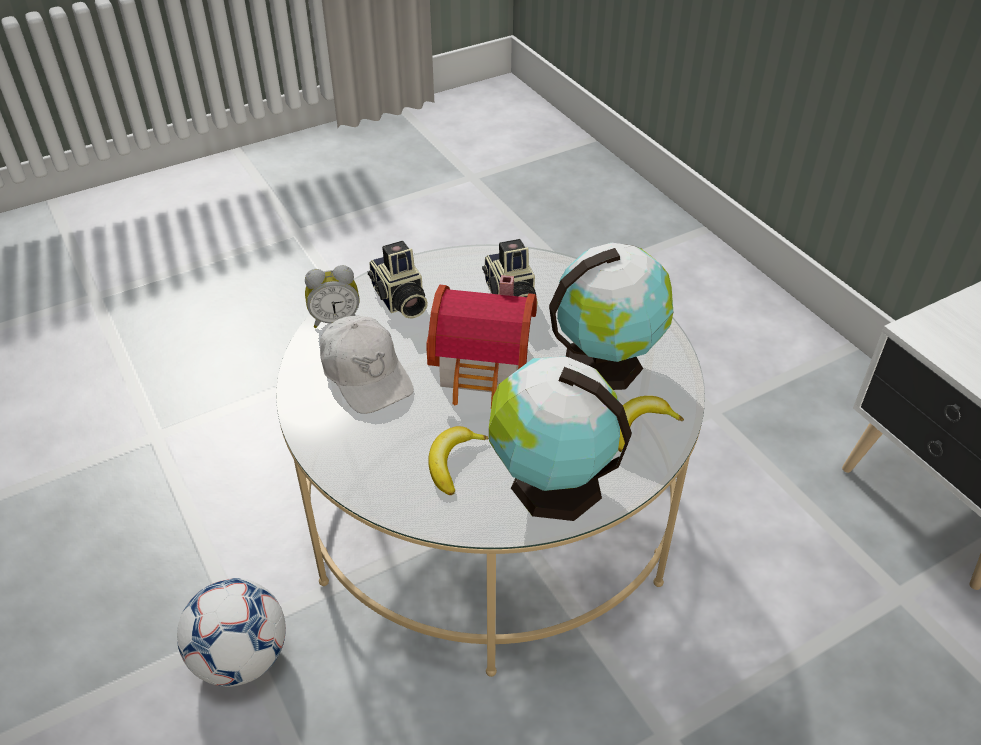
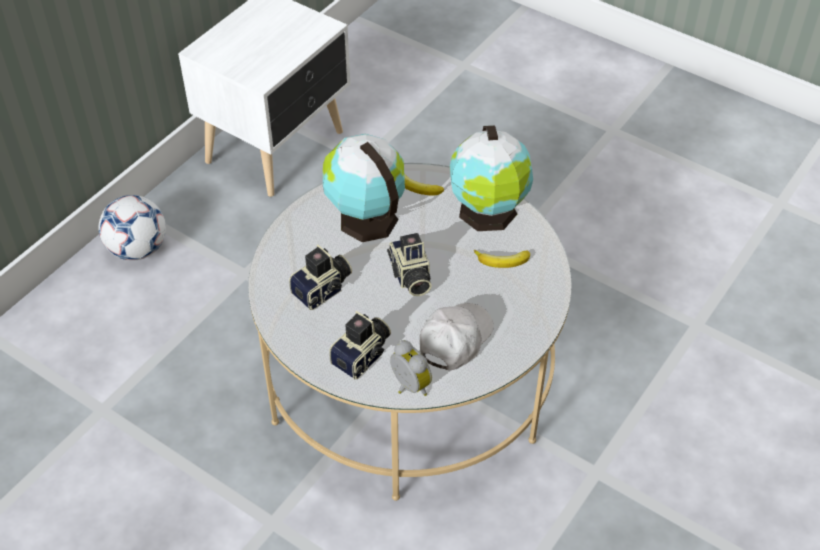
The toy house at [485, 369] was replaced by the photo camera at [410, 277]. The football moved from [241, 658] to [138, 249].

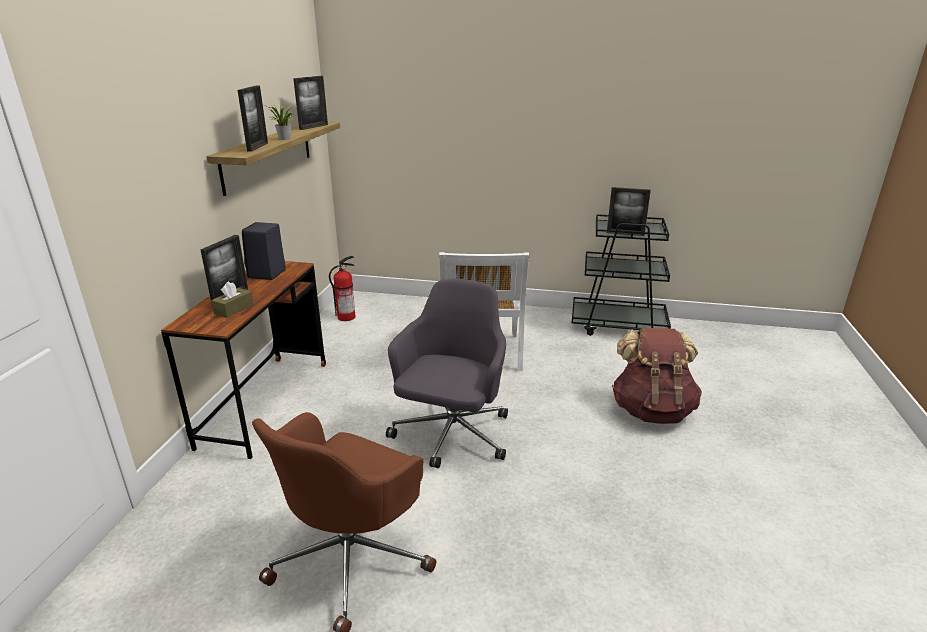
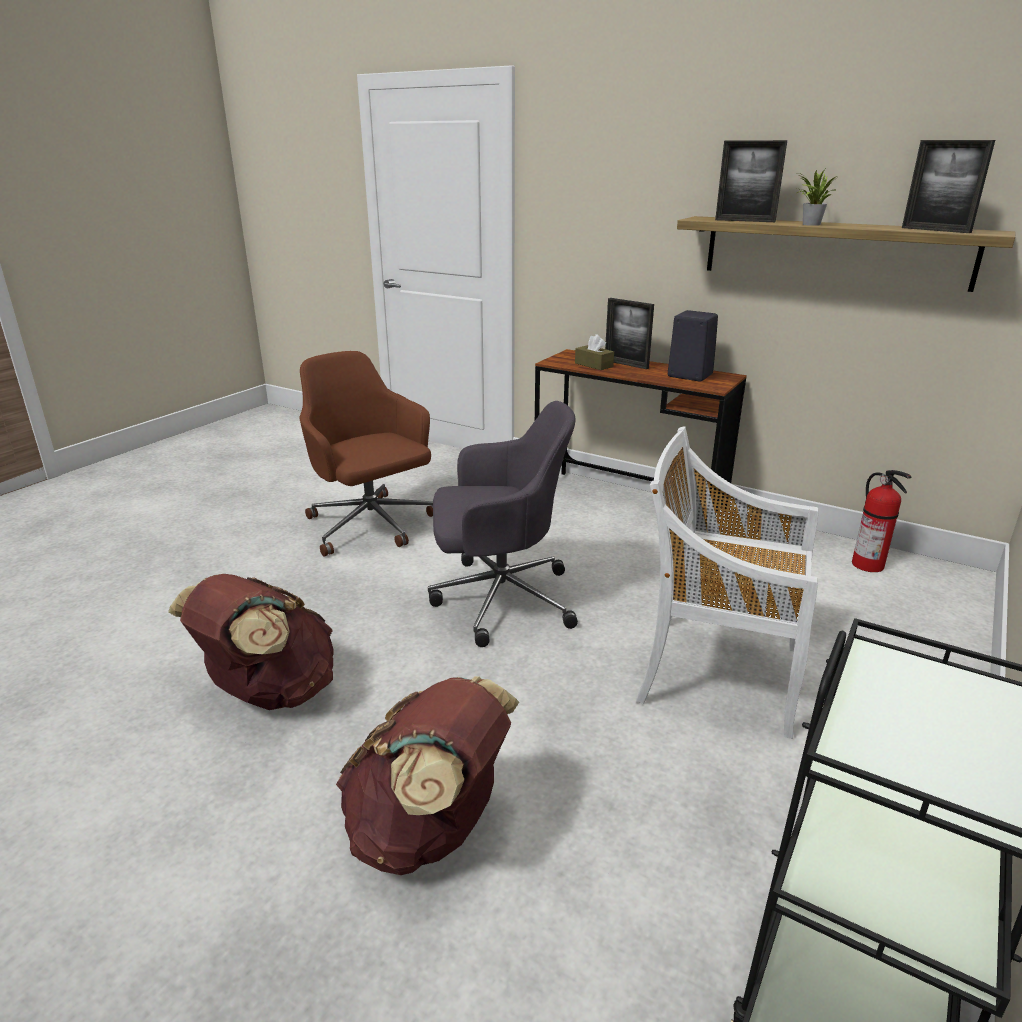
The picture frame at [625, 233] disappeared. The office chair (grey) at [451, 435] turned 45 degrees counterclockwise. The backpack (brown) at [270, 693] appeared.

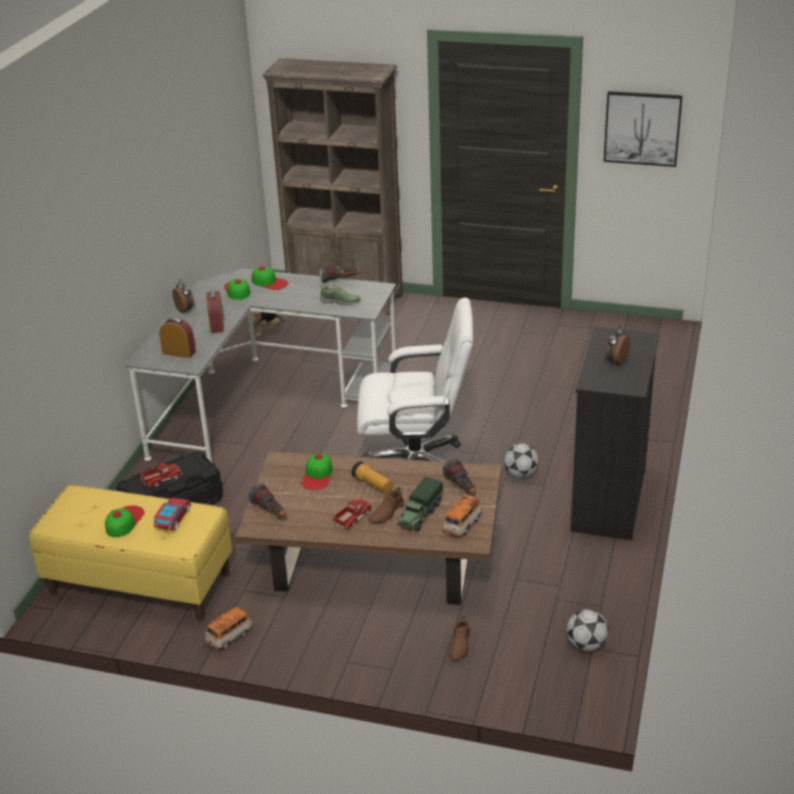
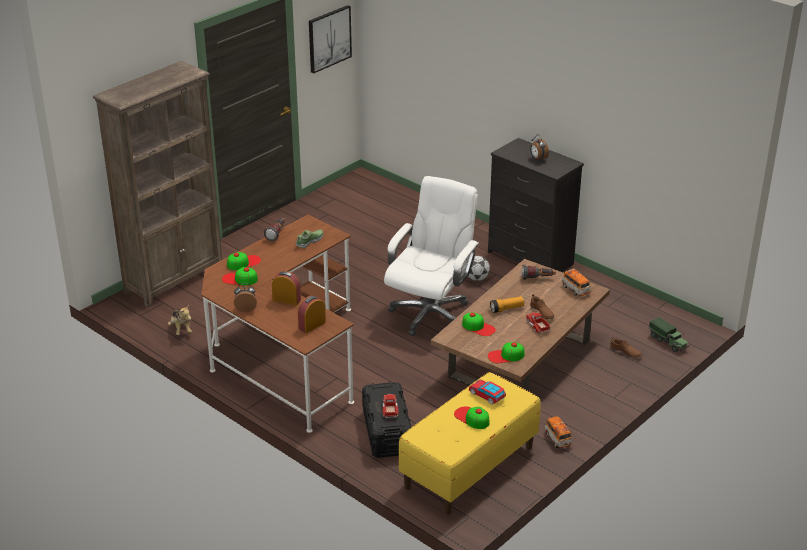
The desk (grey) at [263, 400] became the desk (brown) at [283, 355]. The toy truck moved from [420, 515] to [668, 342]. The flashlight at [271, 512] was replaced by the cap at [506, 356]. The football at [586, 645] disappeared.

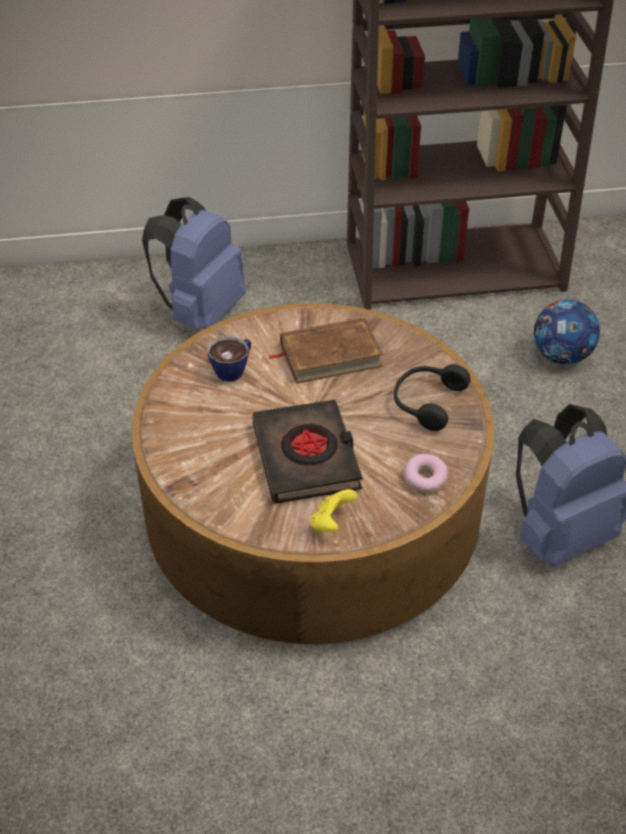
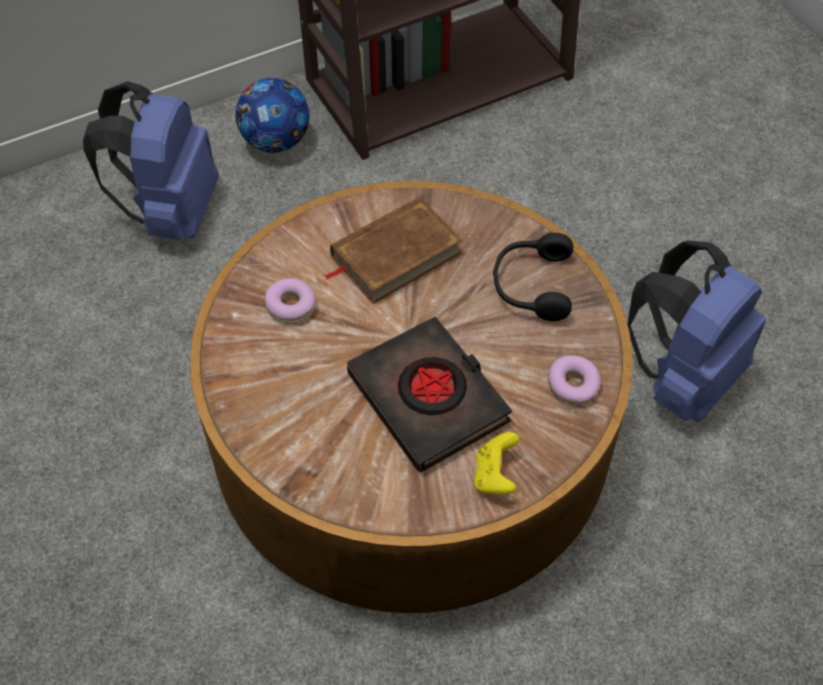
The football moved from [561, 355] to [276, 141]. The cup at [234, 369] was replaced by the donut at [291, 306].

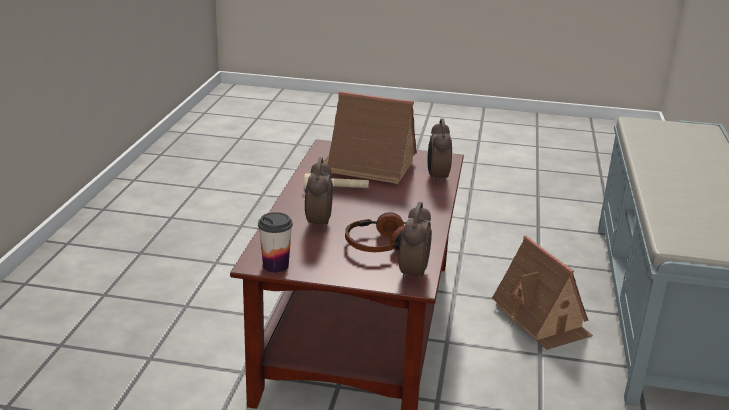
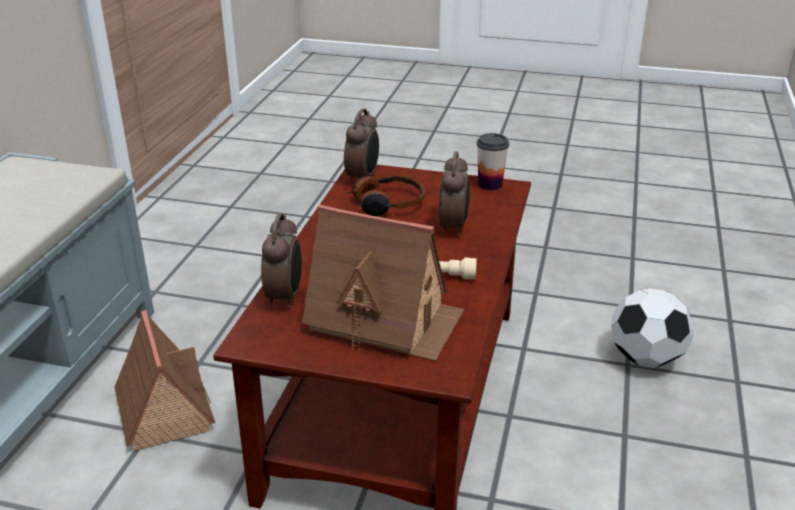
The football at [645, 358] appeared.

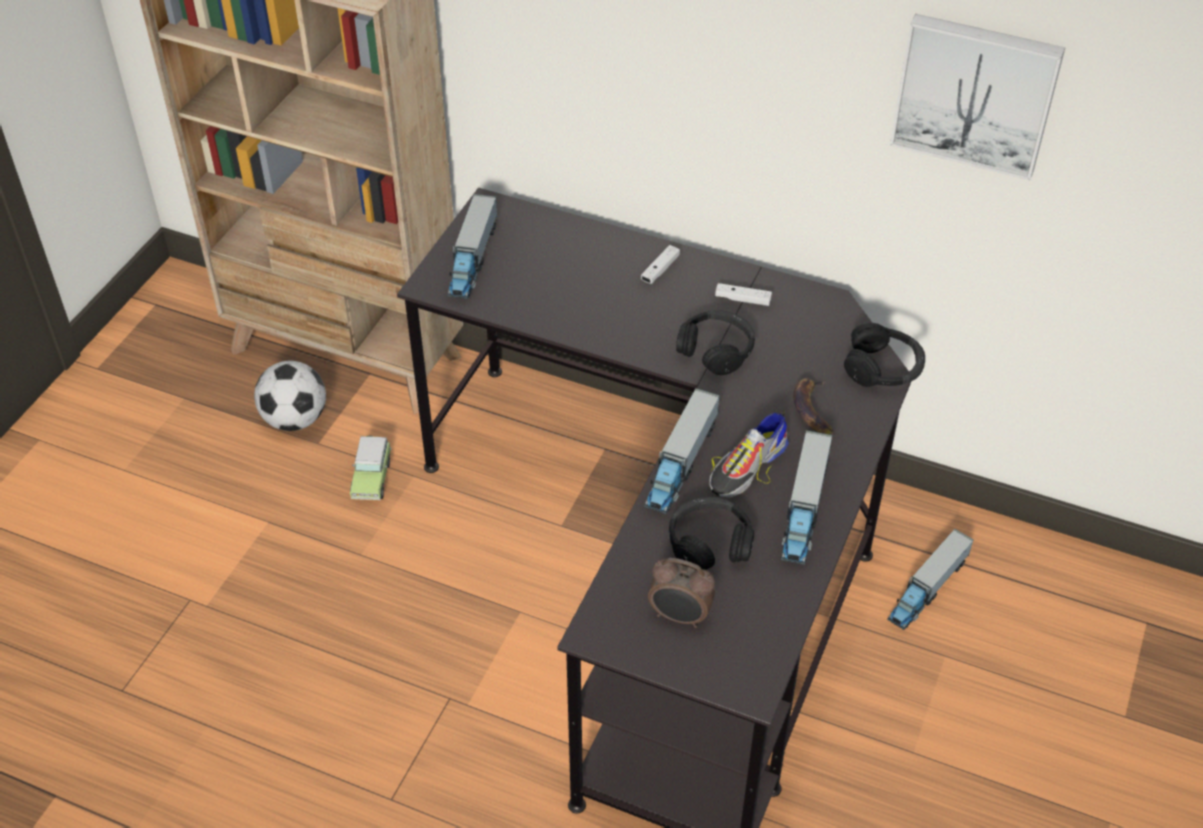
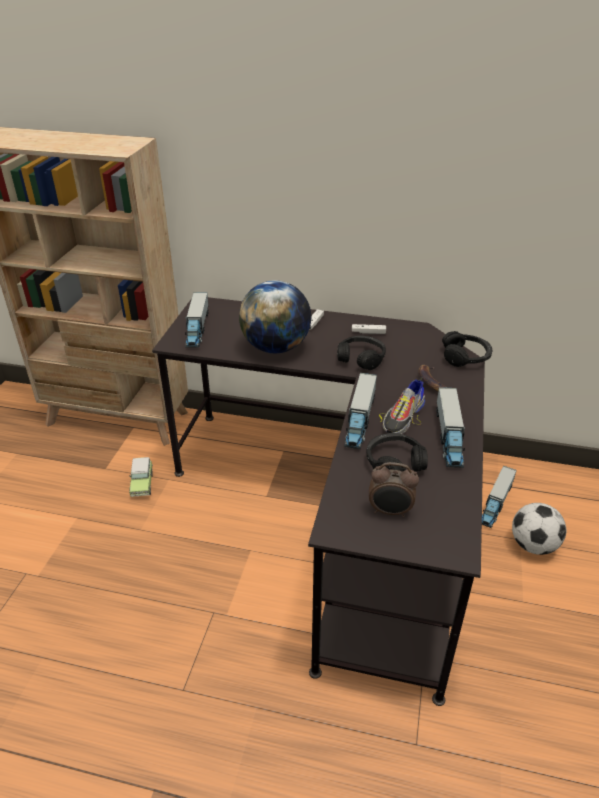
The picture at [976, 93] disappeared. The football moved from [295, 419] to [533, 545]. The globe at [276, 347] appeared.

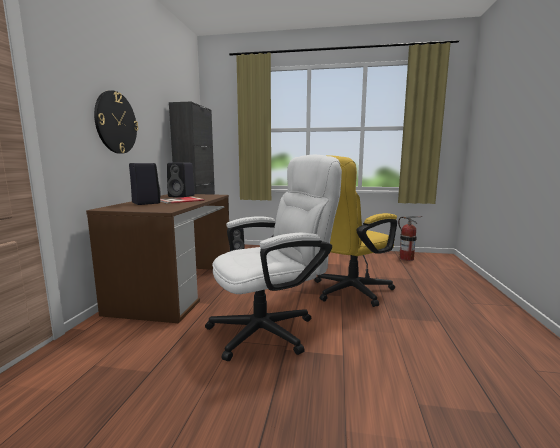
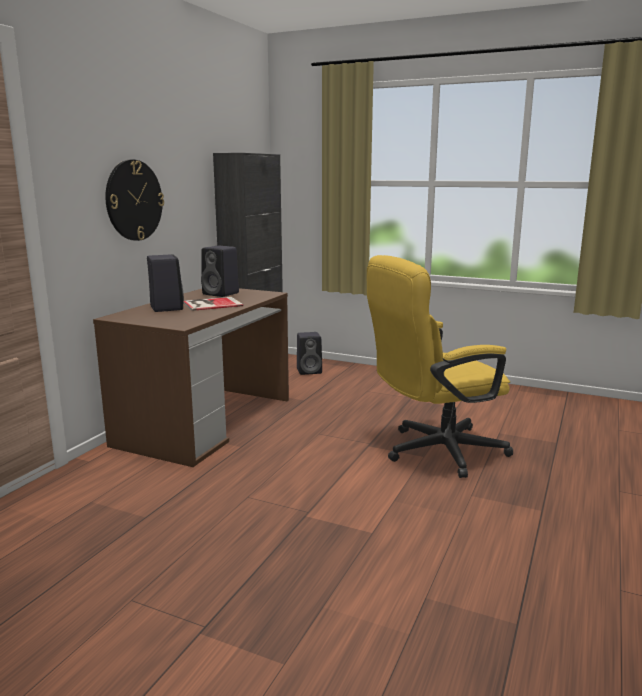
The office chair (white) at [272, 329] disappeared. The fire extinguisher at [406, 258] disappeared.

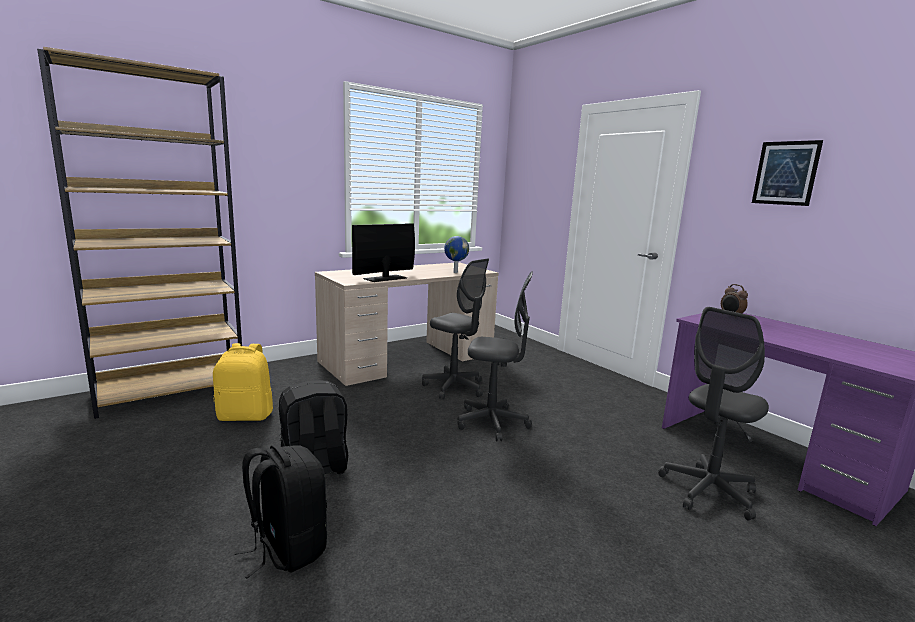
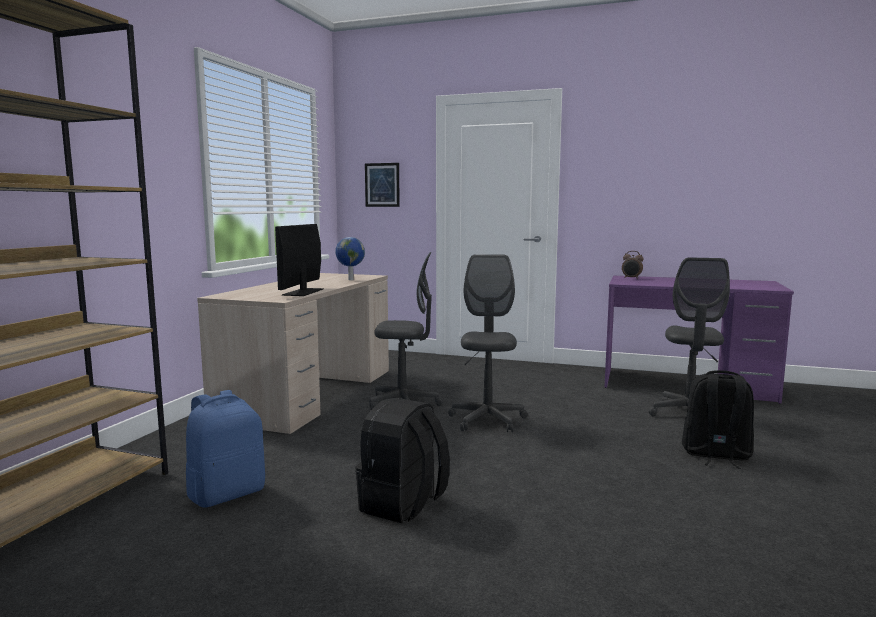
The picture moved from [785, 173] to [382, 185]. The office chair (grey) at [492, 423] turned 60 degrees counterclockwise. The backpack (yellow) at [246, 416] became the backpack (blue) at [227, 494]. The backpack (black) moved from [286, 548] to [715, 455].

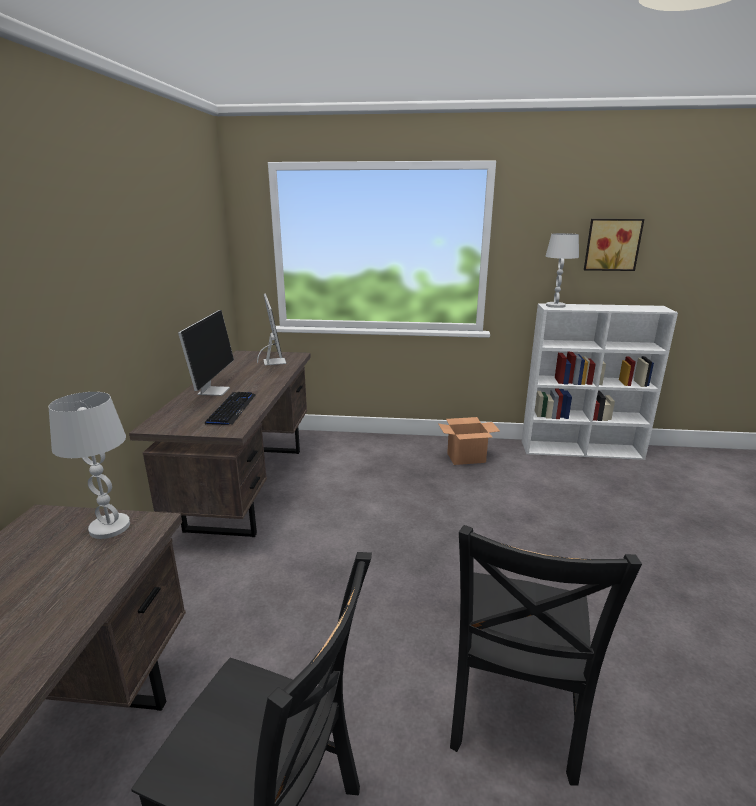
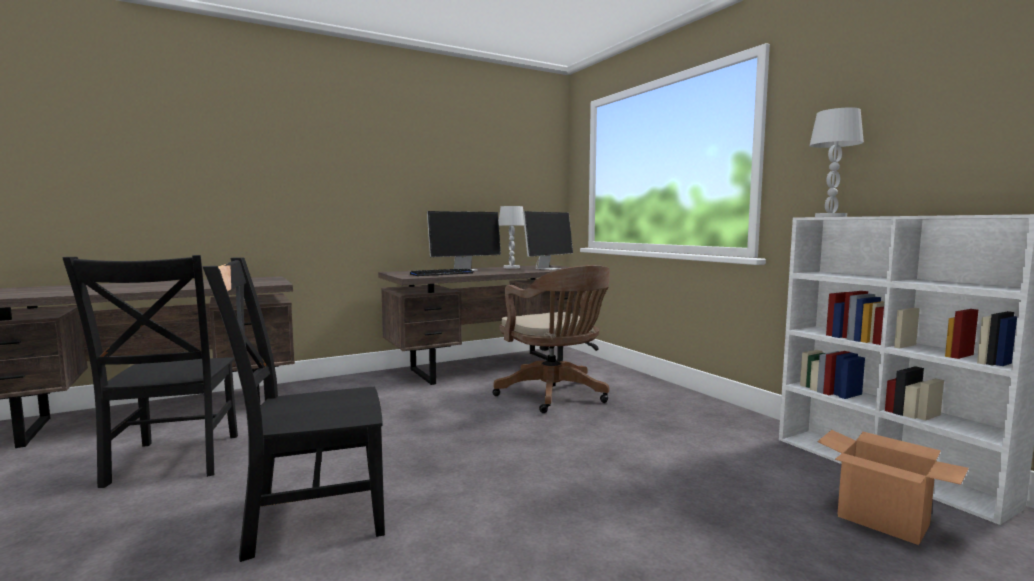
The picture at [612, 244] disappeared. The table lamp (white) moved from [110, 527] to [511, 267]. The cardboard box moved from [466, 458] to [884, 521]. The office chair (brown) at [555, 395] appeared.

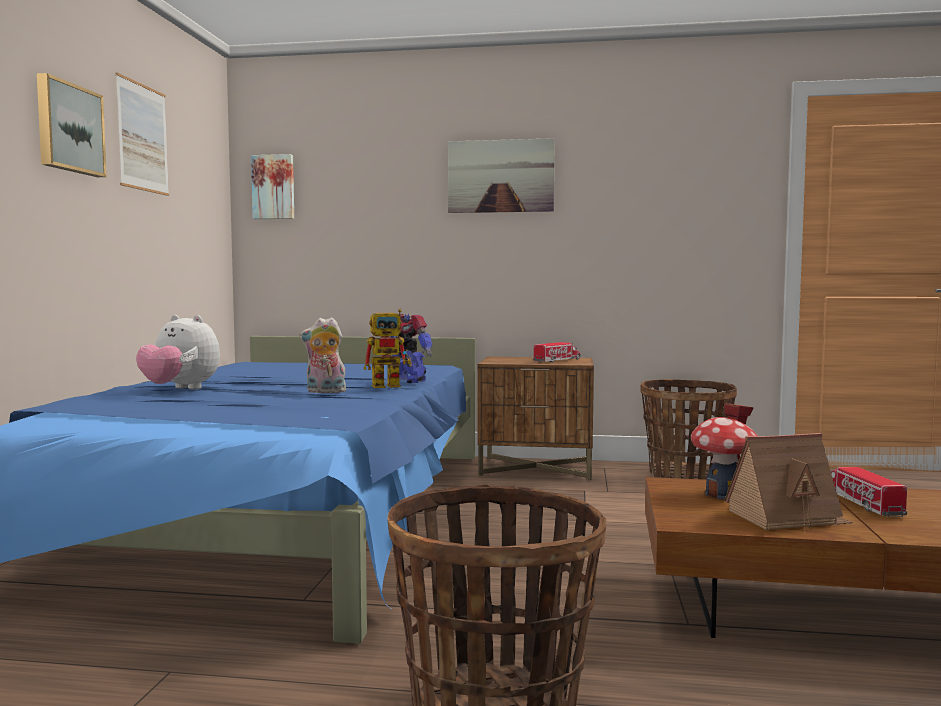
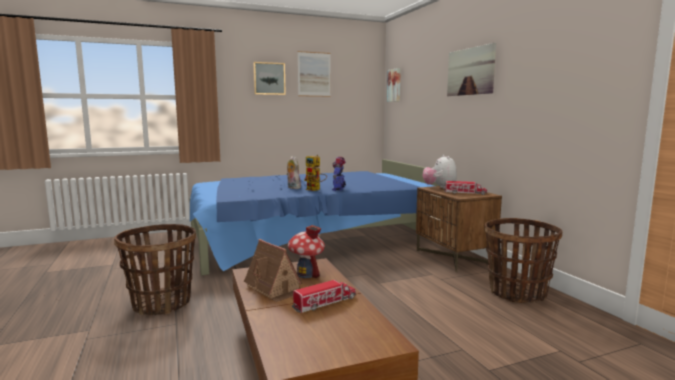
The plush toy moved from [180, 389] to [439, 188].

